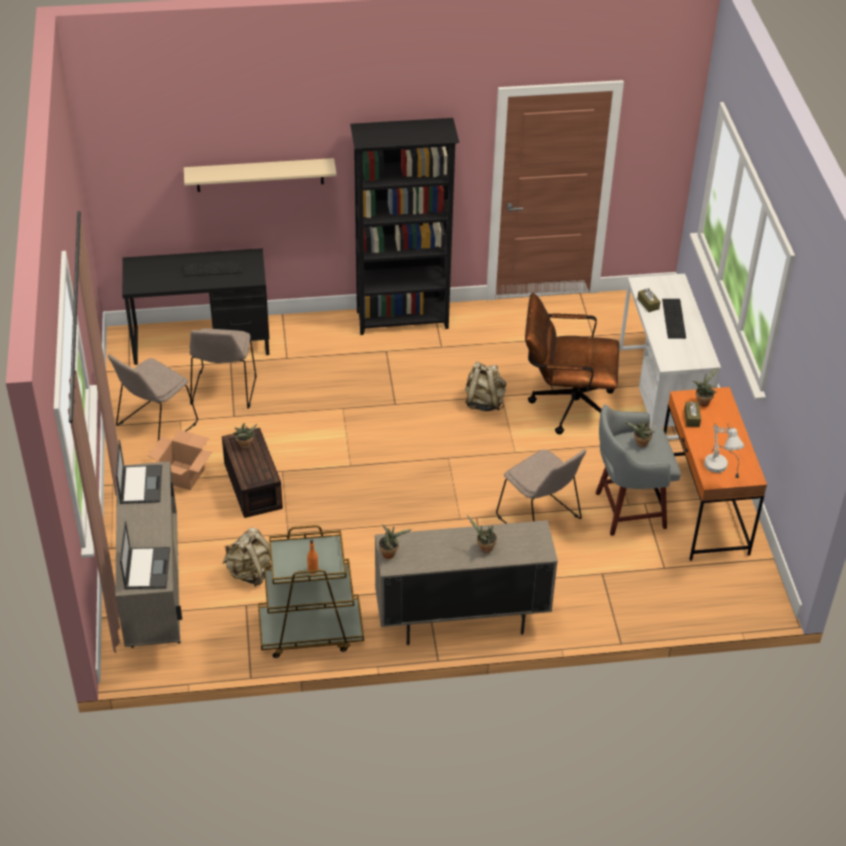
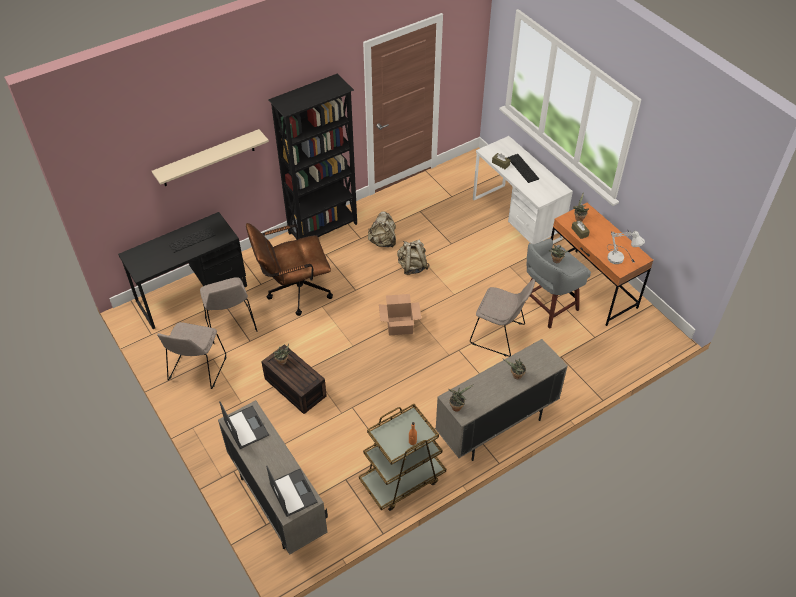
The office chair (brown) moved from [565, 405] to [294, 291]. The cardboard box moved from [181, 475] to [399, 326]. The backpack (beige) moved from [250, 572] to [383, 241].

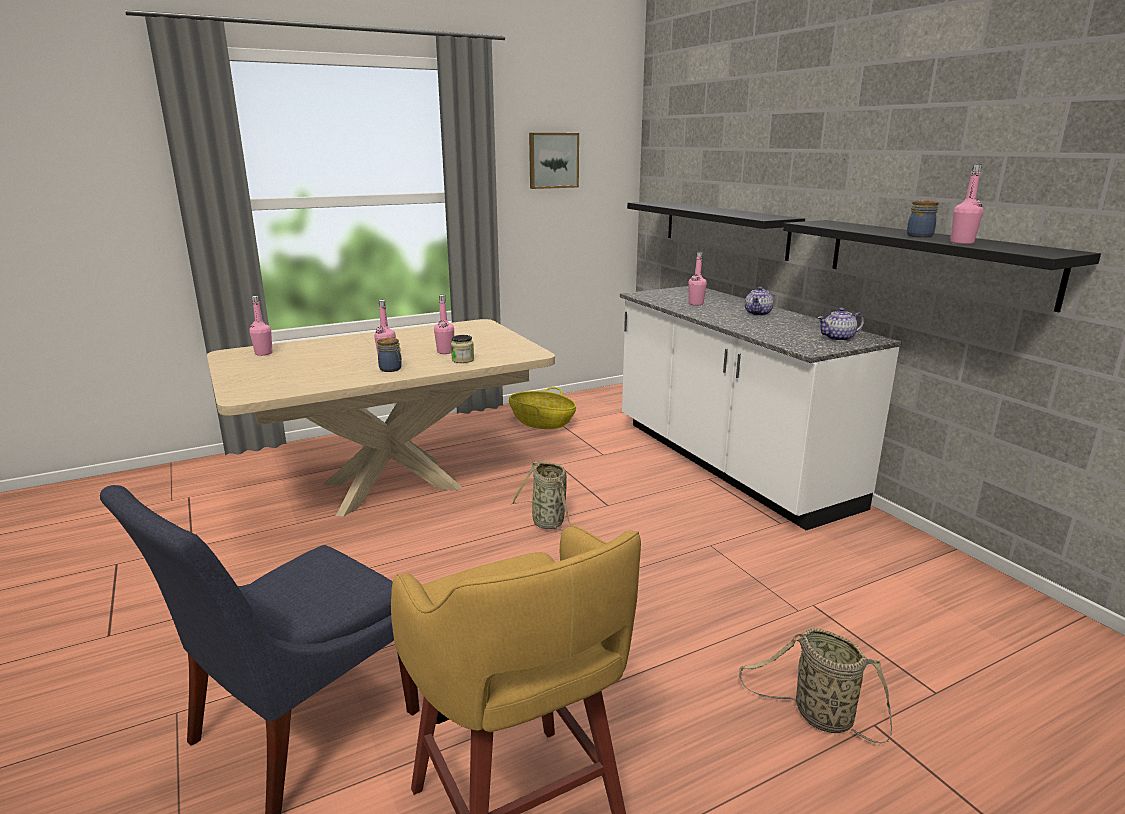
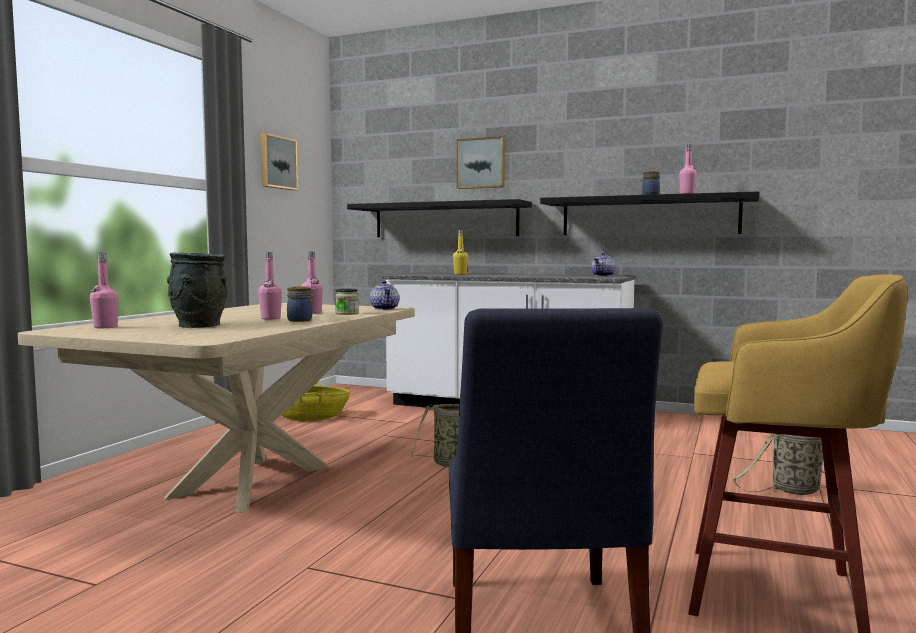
The bottle (pink) at [696, 304] became the bottle (yellow) at [460, 274]. The teapot moved from [758, 313] to [385, 309]. The picture at [481, 163] appeared. The vase (grey) at [198, 326] appeared.

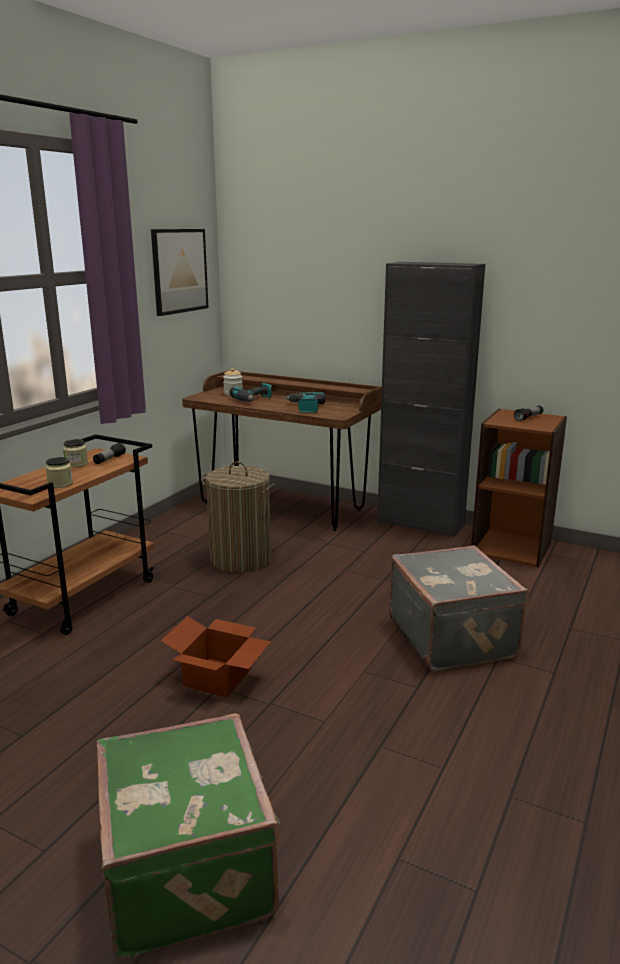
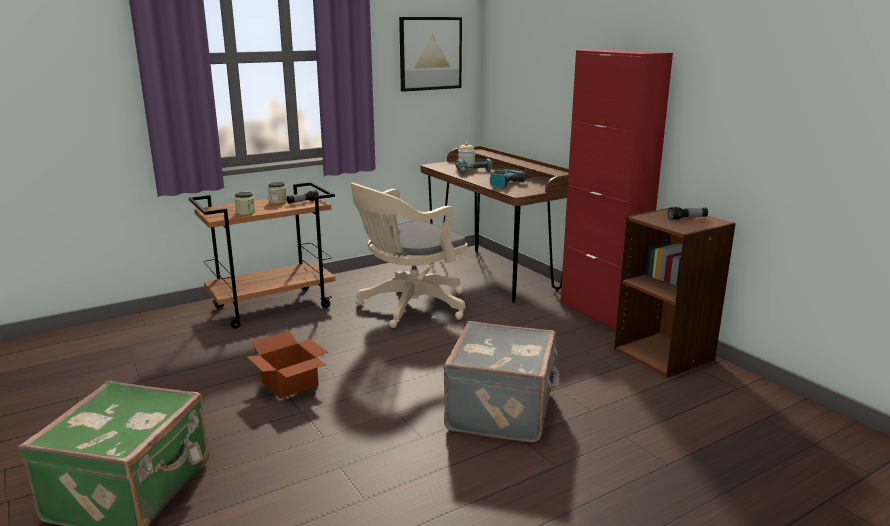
The cabinet (black) at [420, 523] became the cabinet (red) at [600, 313]. The laundry basket at [240, 559] was replaced by the office chair (beige) at [409, 307].

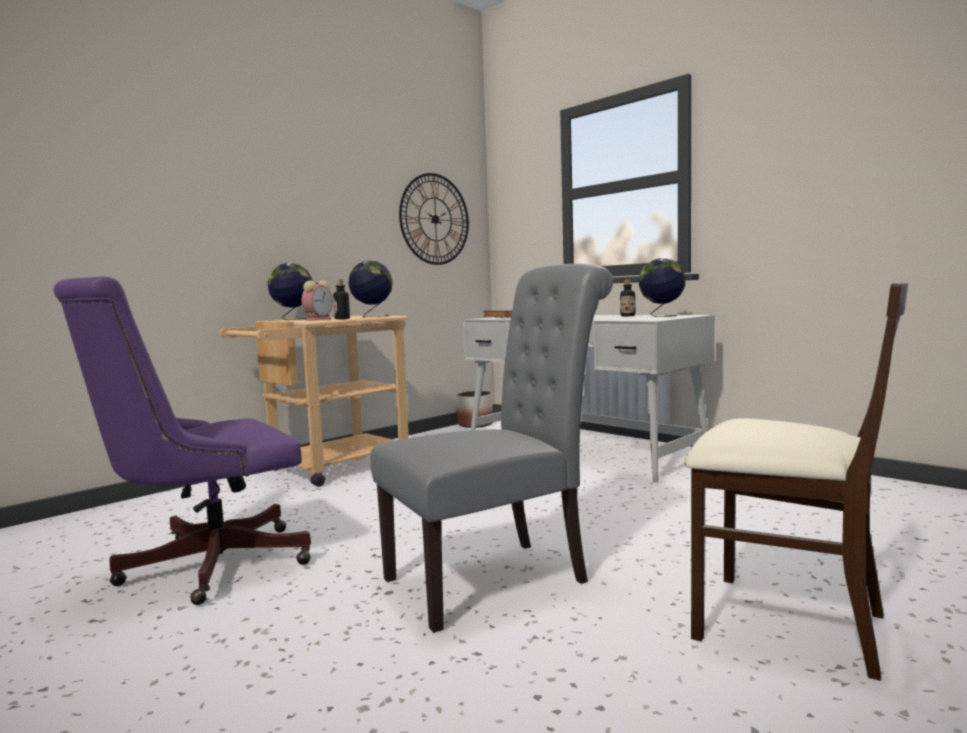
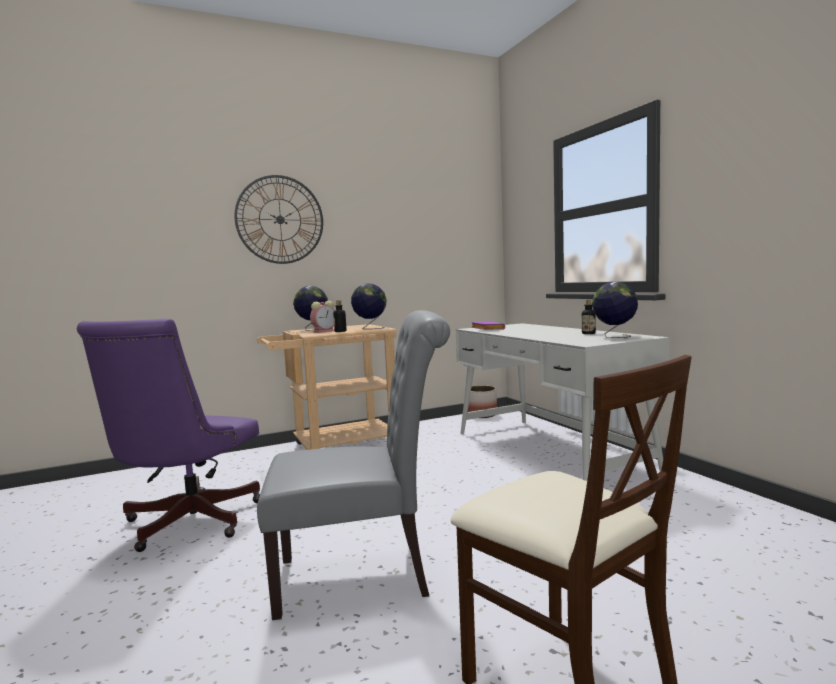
The wall clock moved from [435, 219] to [280, 219]. The office chair (purple) at [203, 566] turned 60 degrees counterclockwise.

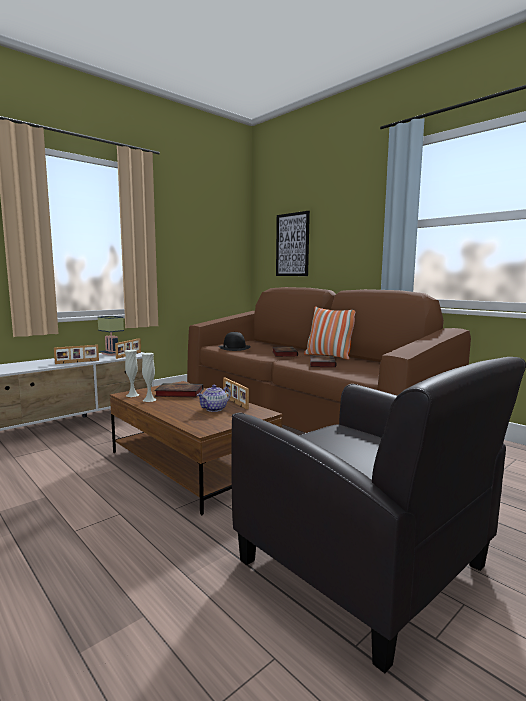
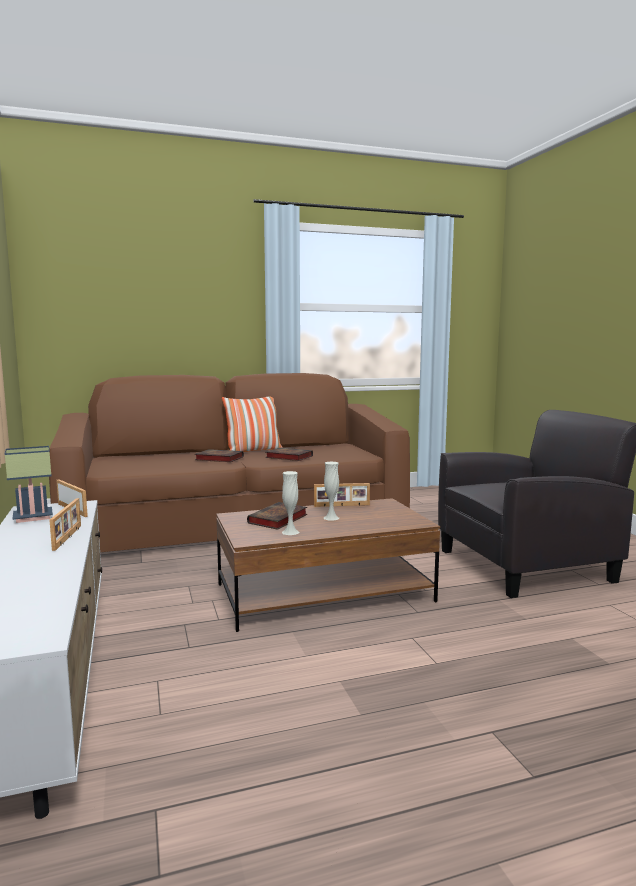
The picture at [292, 245] disappeared. The hat (black) at [234, 348] disappeared. The vase (white) moved from [132, 395] to [331, 518]. The teapot at [214, 409] disappeared.

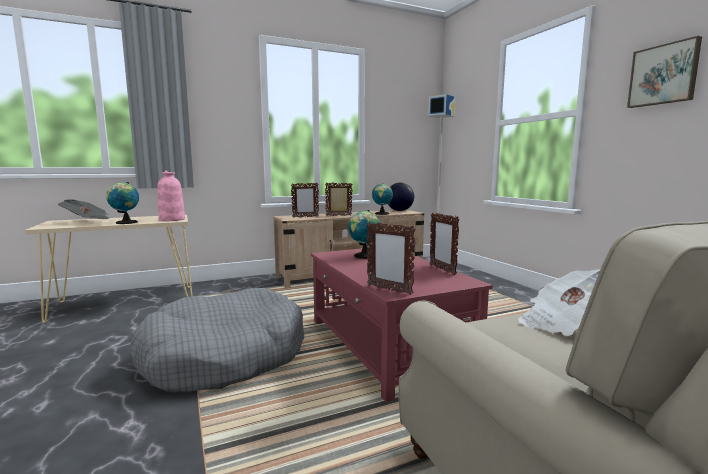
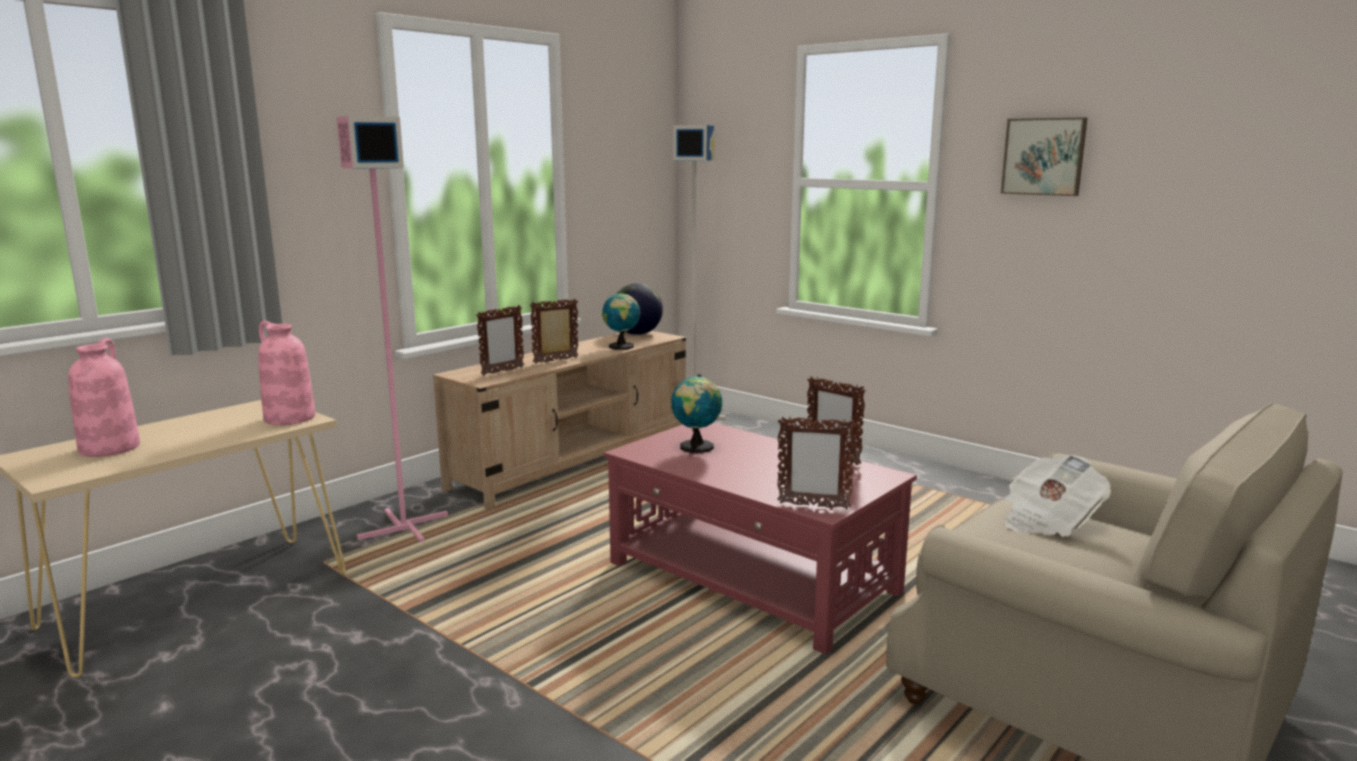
The globe at [125, 223] disappeared. The newspaper at [88, 221] was replaced by the vase (pink) at [109, 448]. The dog bed (grey) at [224, 356] disappeared. The floor lamp (pink) at [402, 526] appeared.

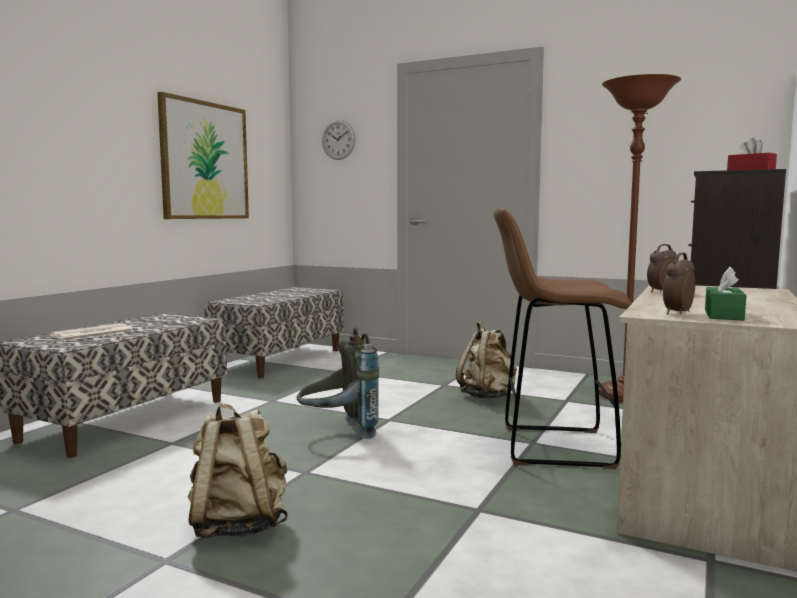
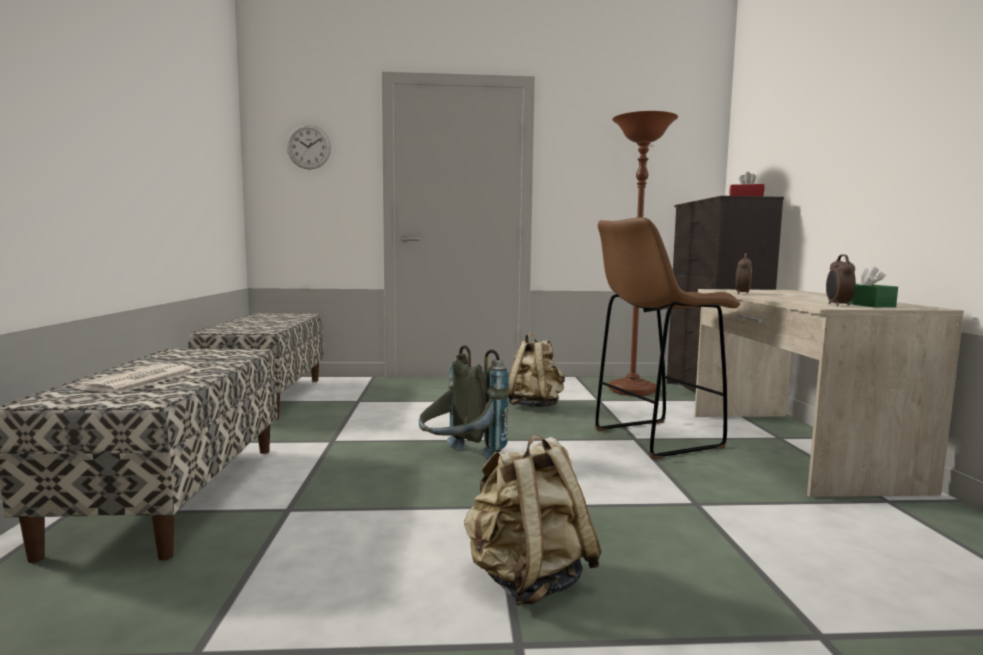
The picture at [205, 161] disappeared.

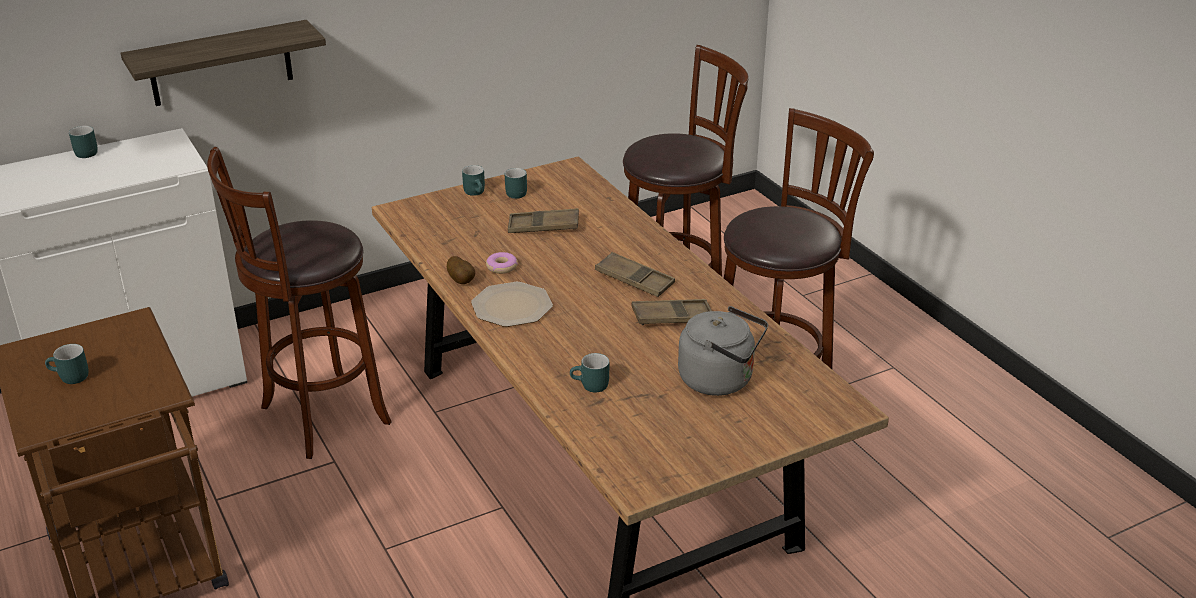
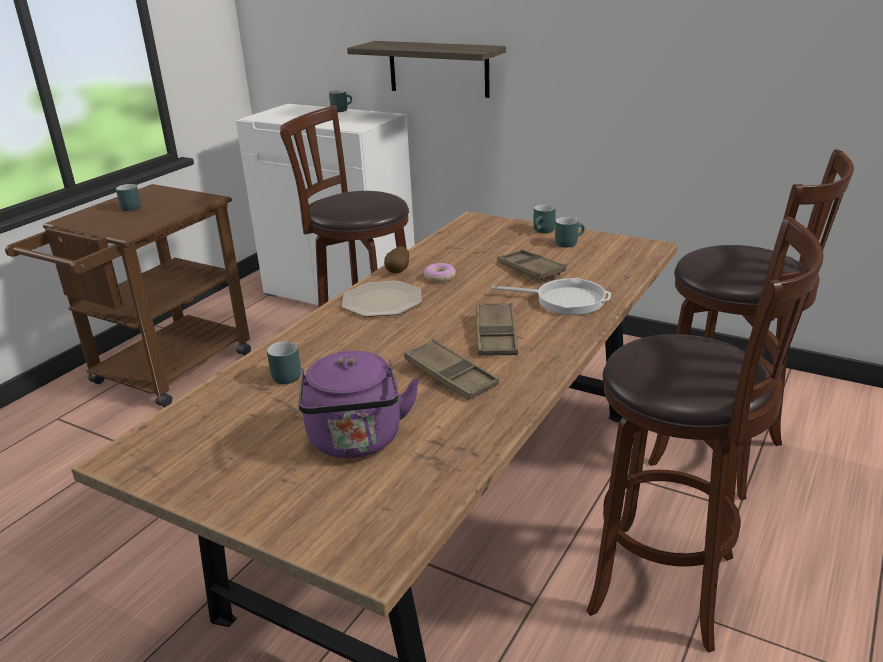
The kettle (grey) at [720, 380] became the kettle (purple) at [356, 442]. The frying pan at [565, 300] appeared.

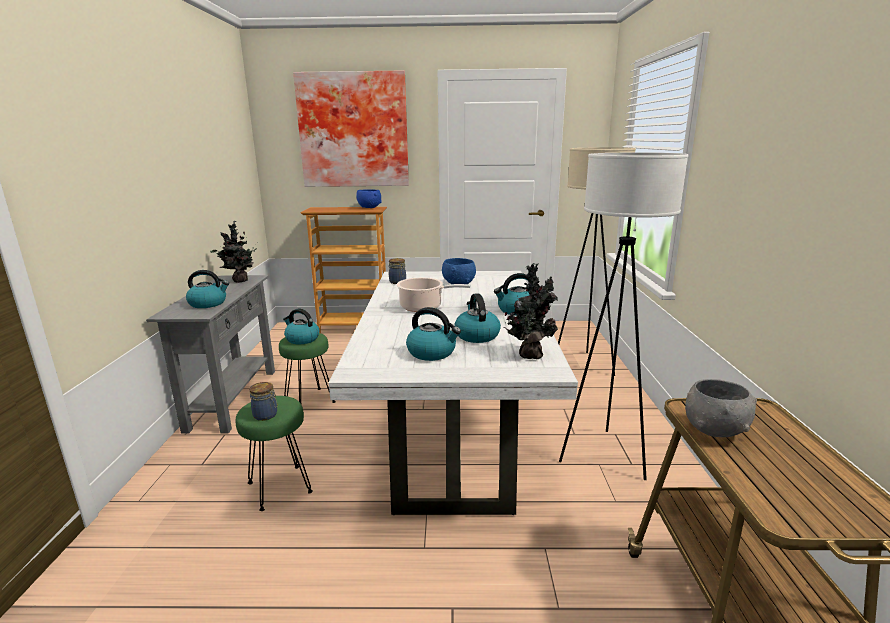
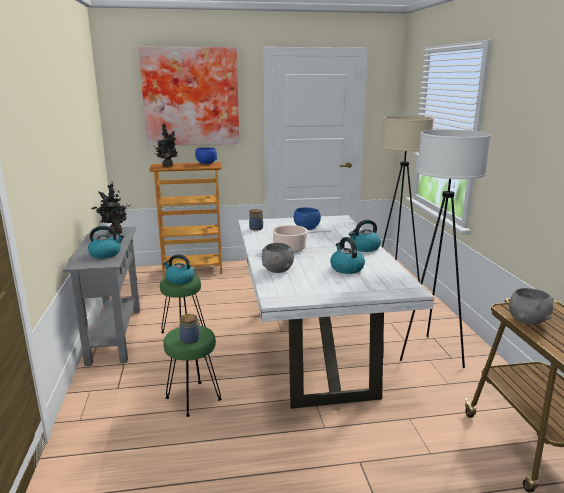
The potted plant moved from [530, 354] to [168, 166]. The kettle at [432, 352] disappeared. The bowl (grey) at [278, 269] appeared.

